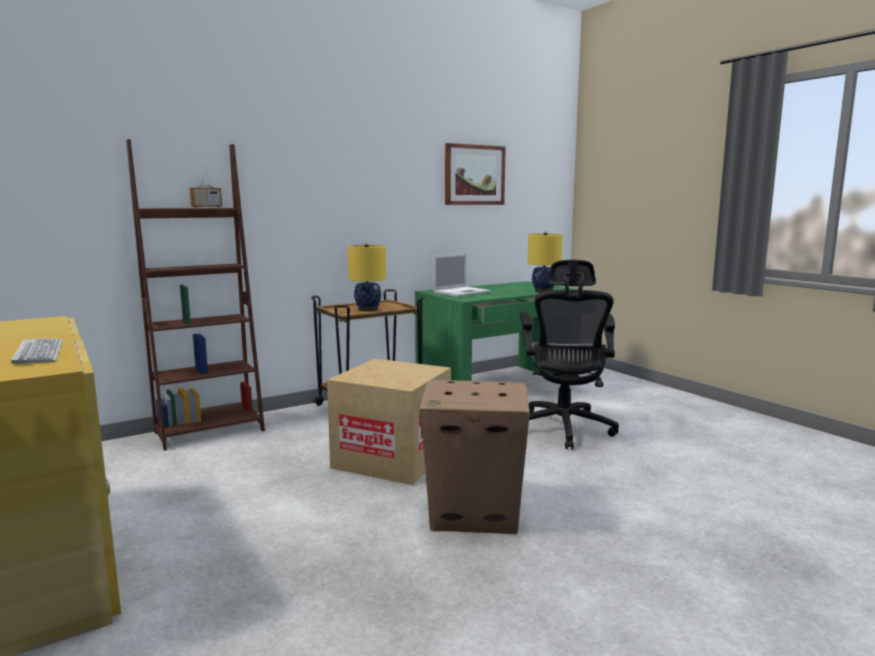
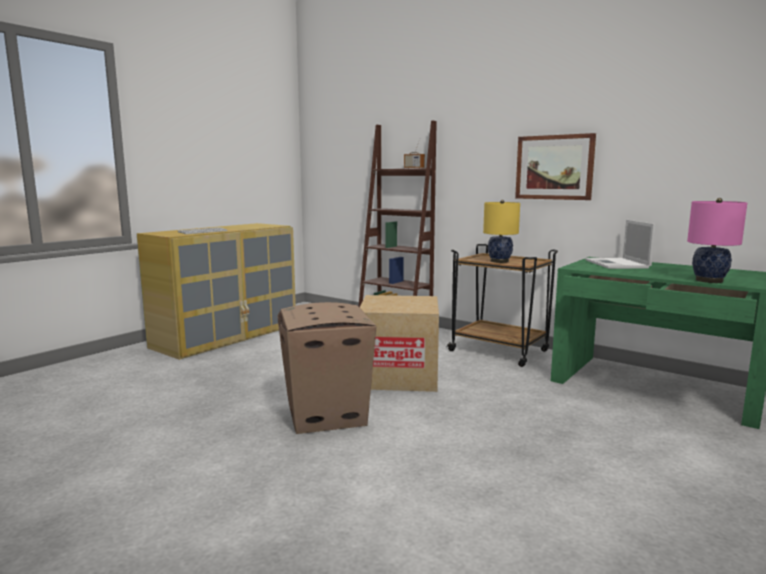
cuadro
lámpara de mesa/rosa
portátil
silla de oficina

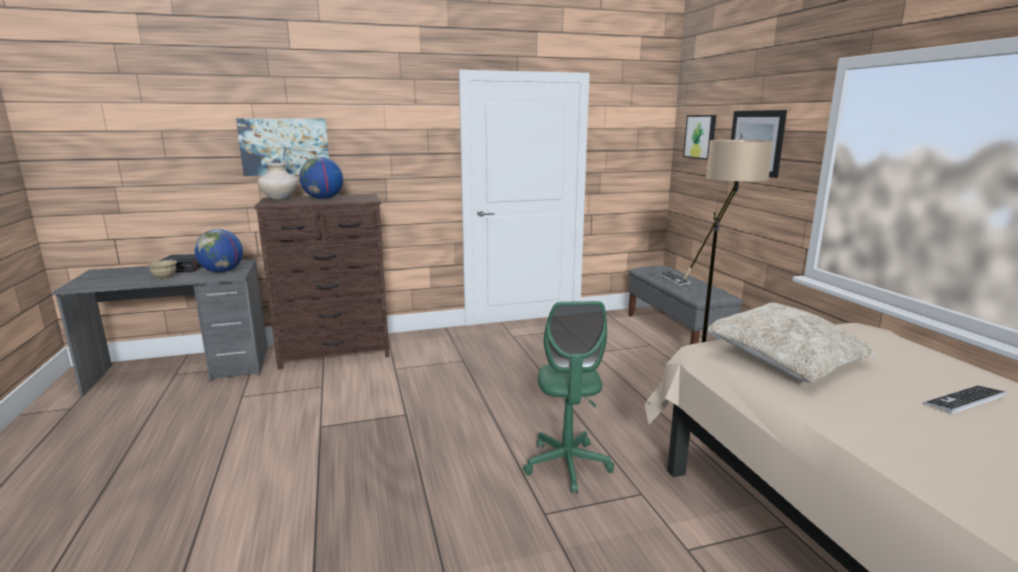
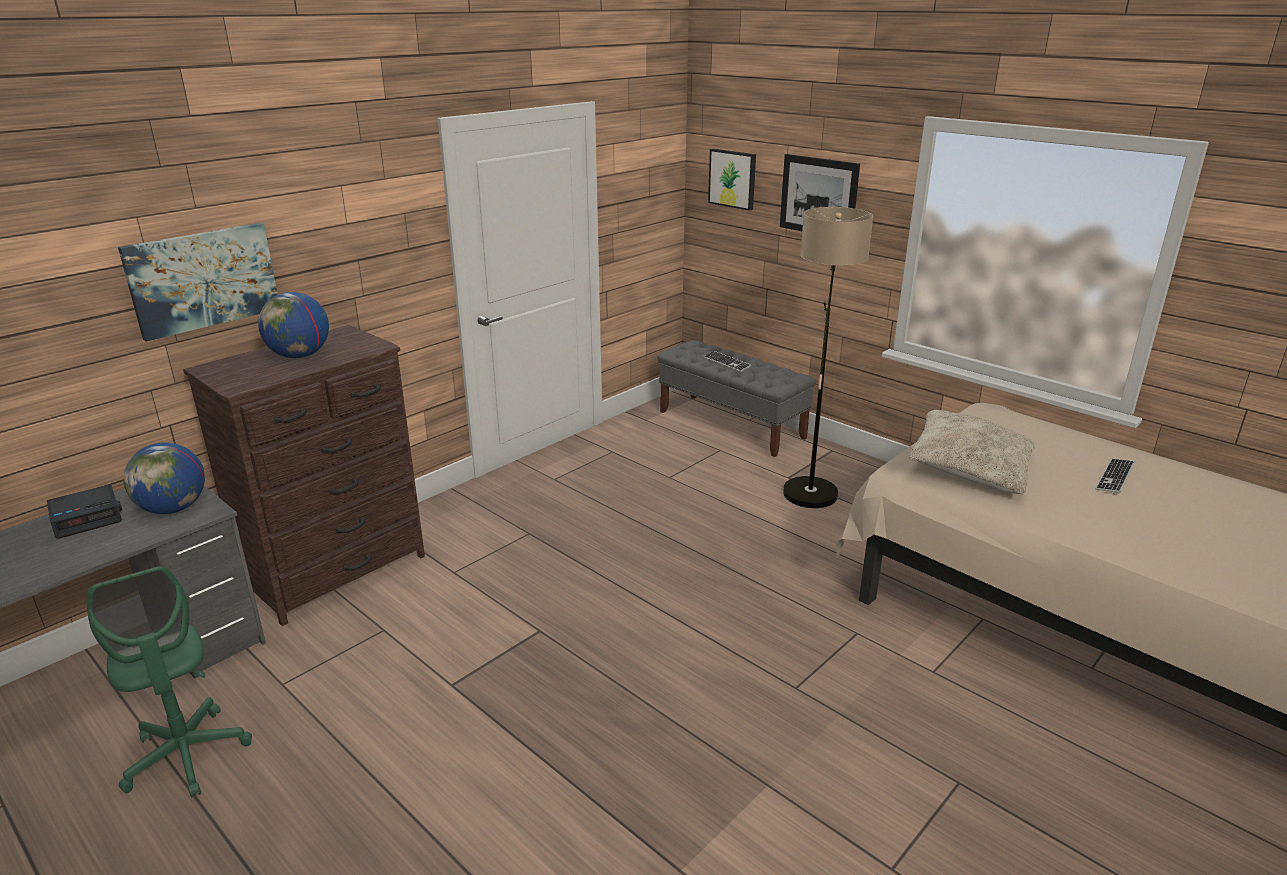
florero/beis
cuenco/beis
silla de oficina/verde

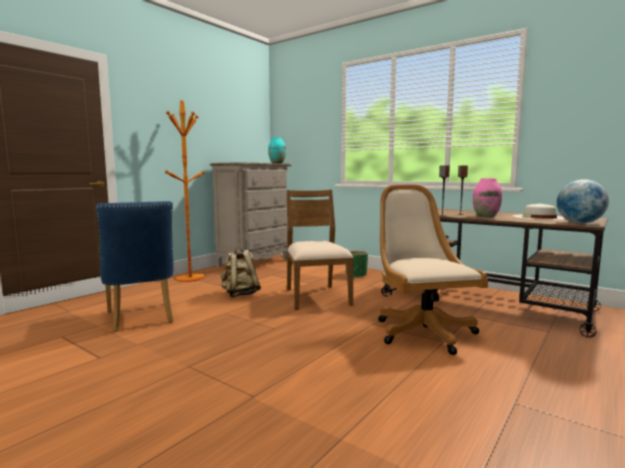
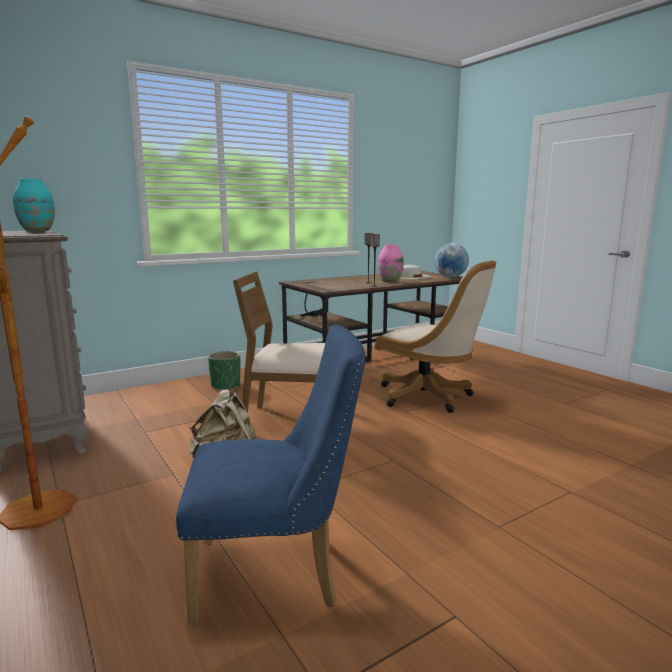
silla de oficina

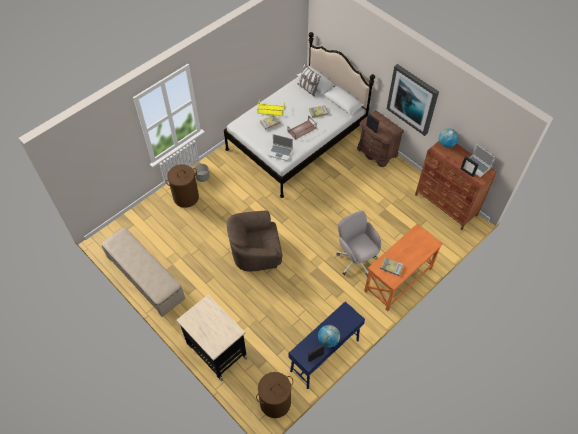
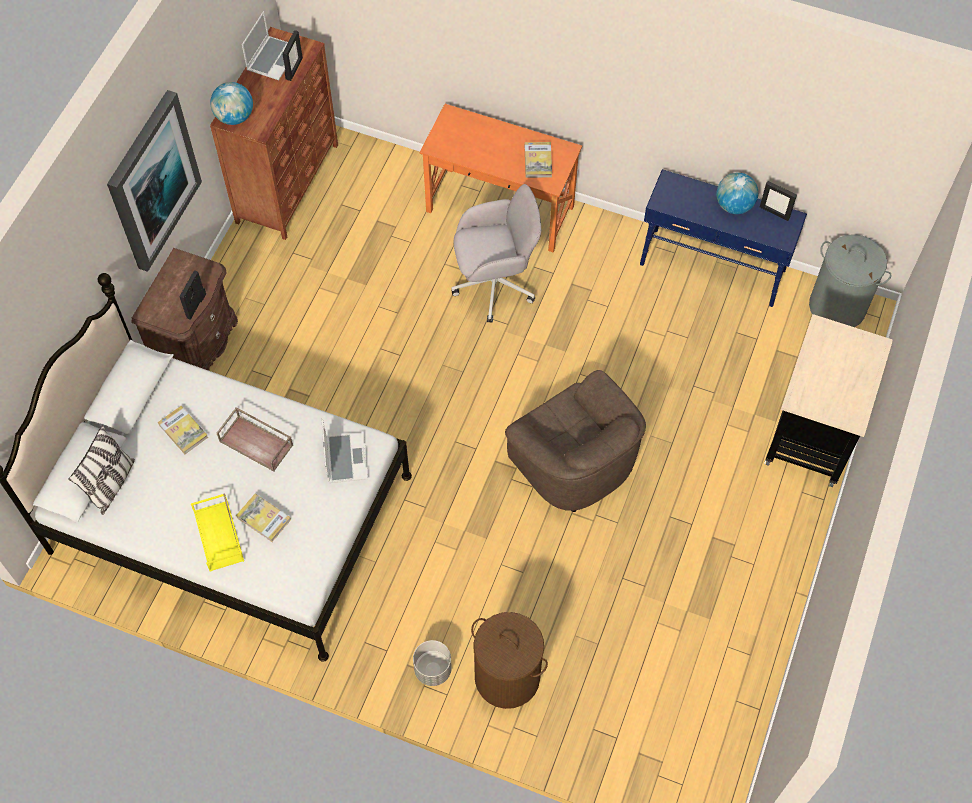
silla de oficina/gris
banco/beis
cesto de la ropa/gris

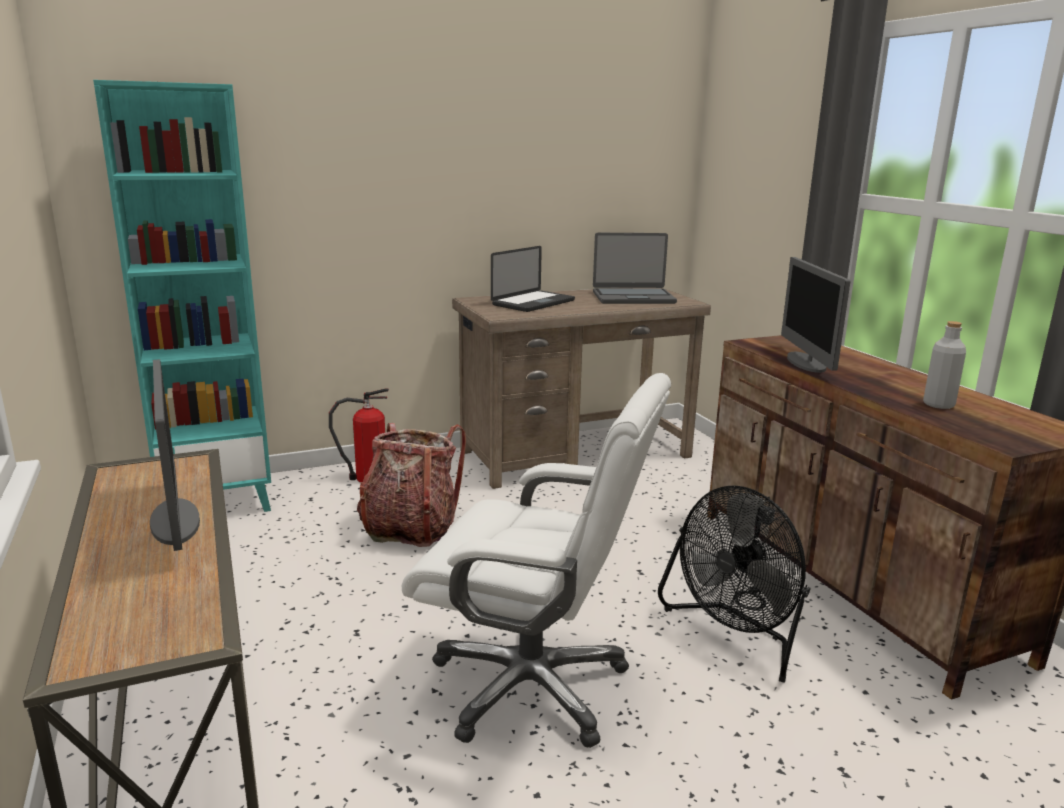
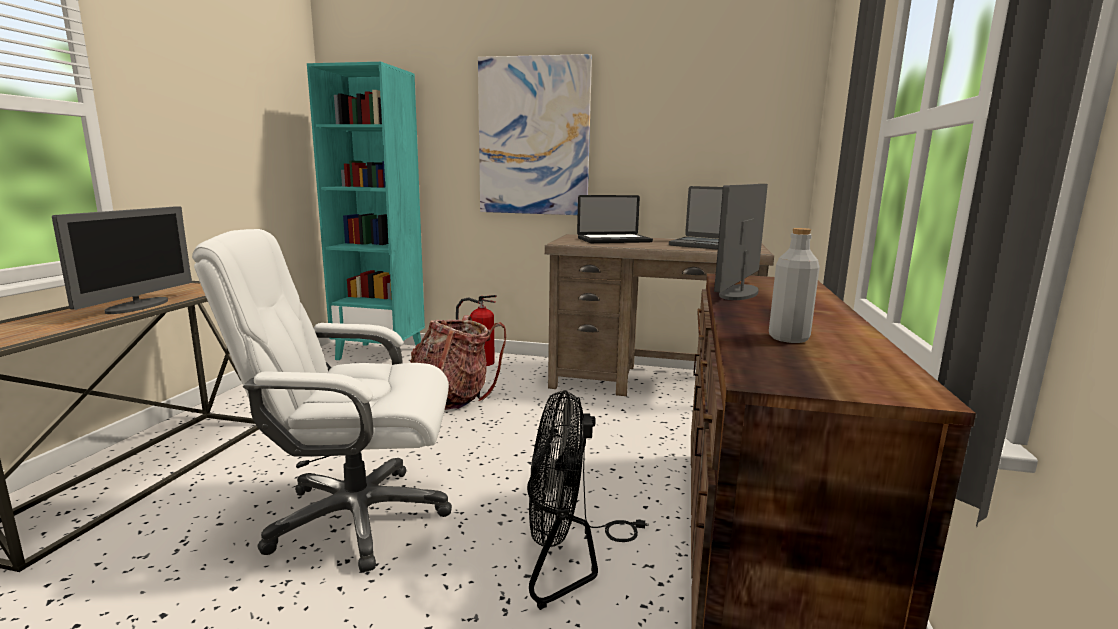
silla de oficina/blanco
cuadro

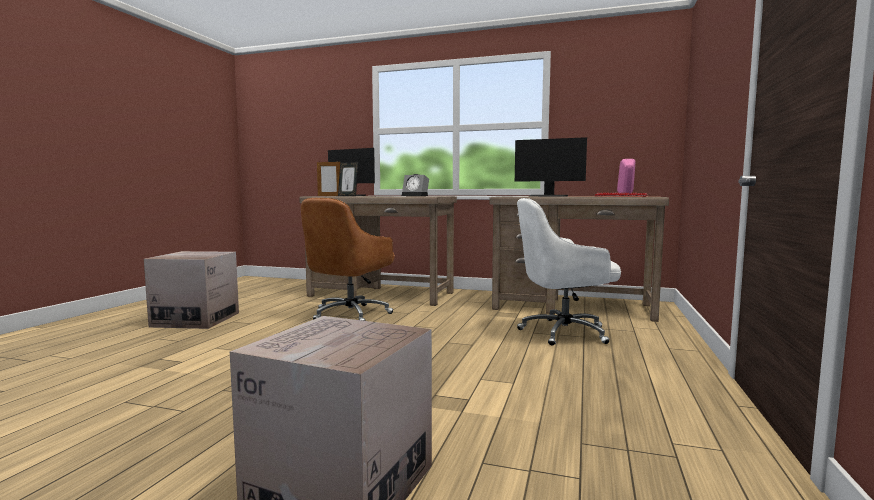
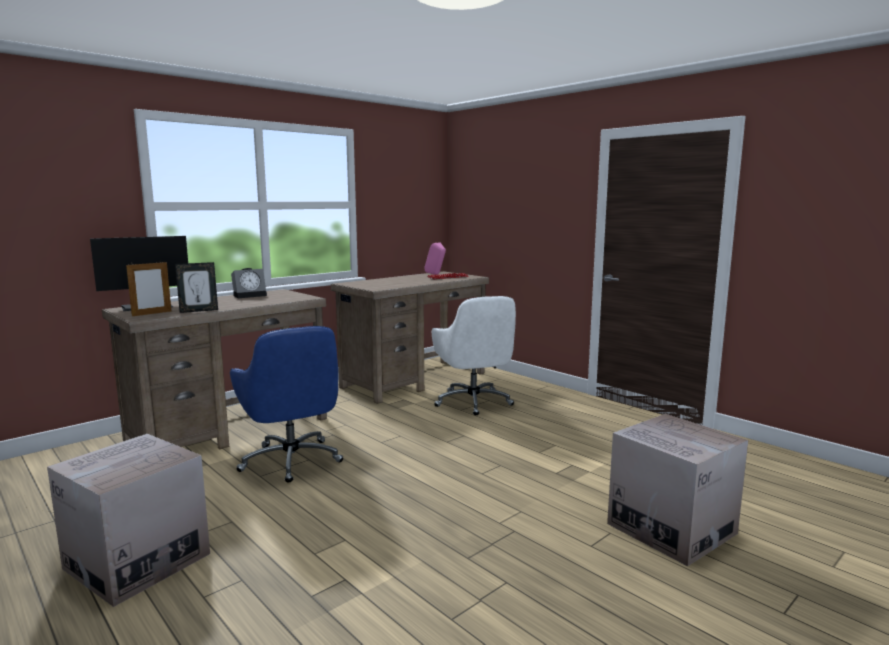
monitor (2nd from left in the first image)
silla de oficina/azul
silla de oficina/blanco

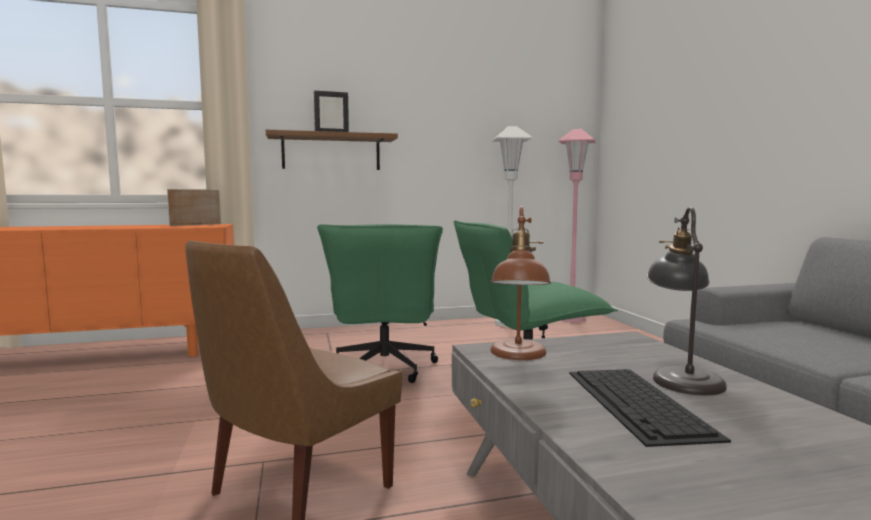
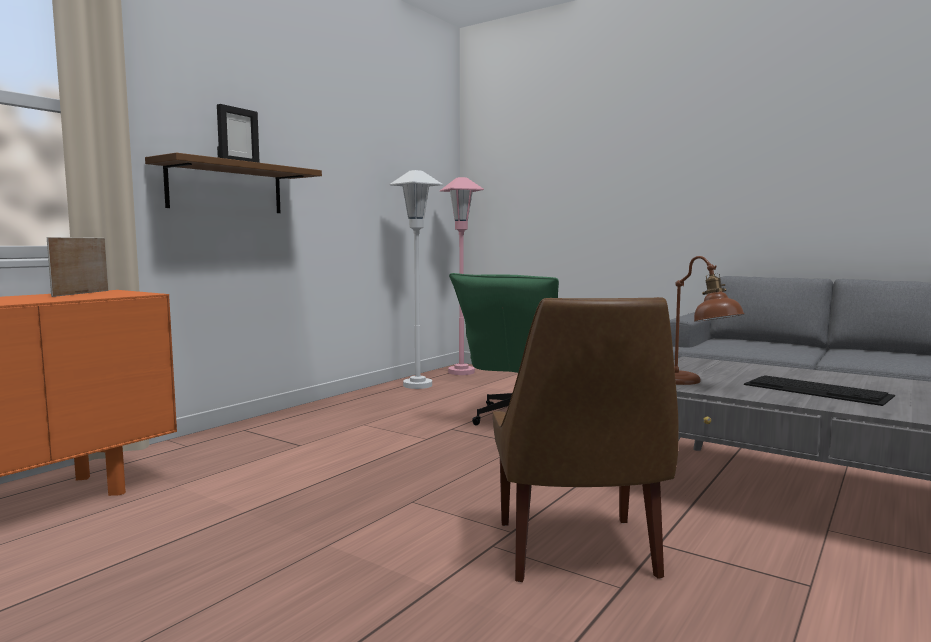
lámpara de mesa/gris
silla de oficina/verde (1st from left in the first image)

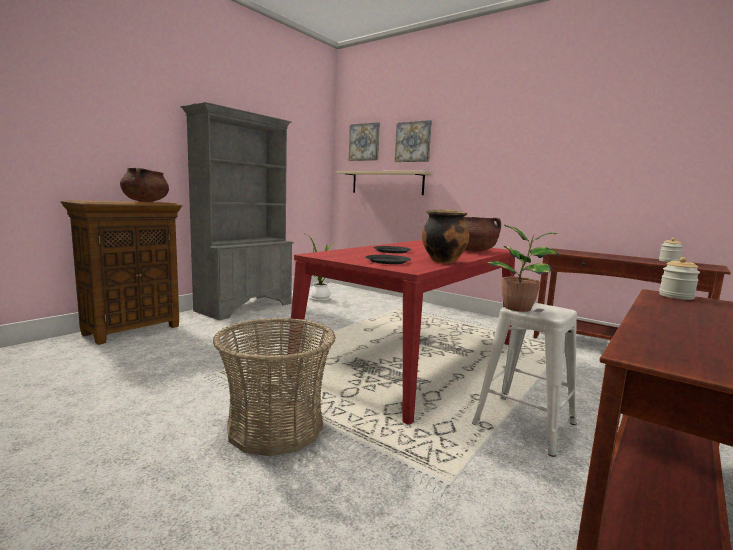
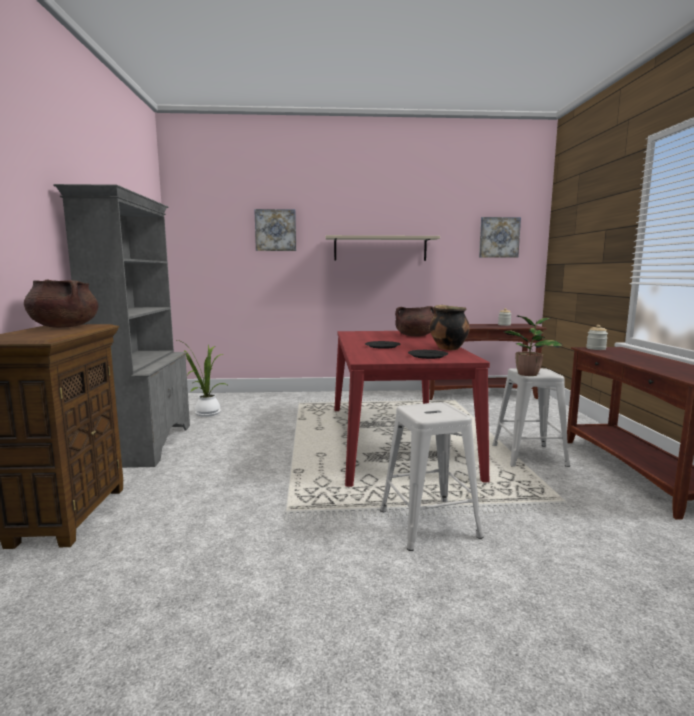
cuadro (2nd from left)
estante/beis
taburete/blanco (1st from left)

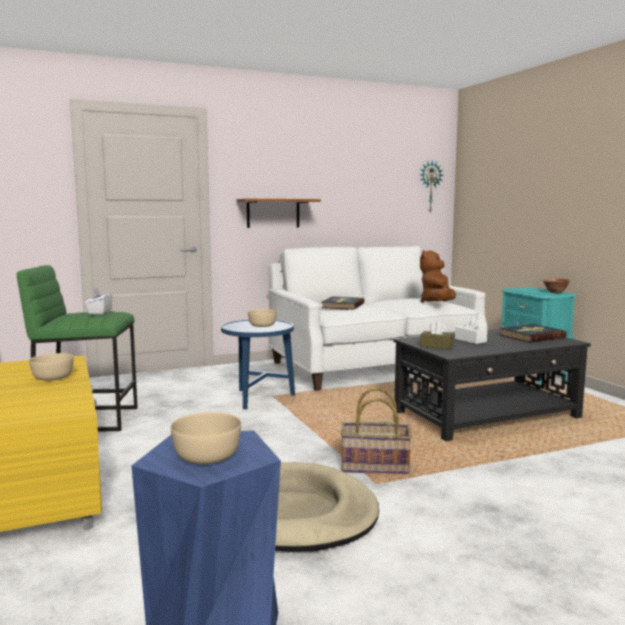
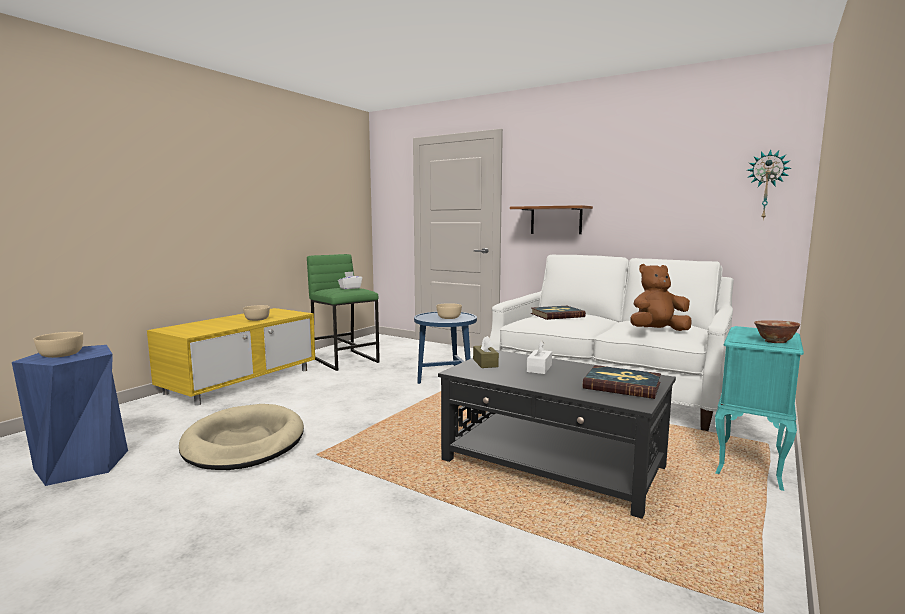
cesta

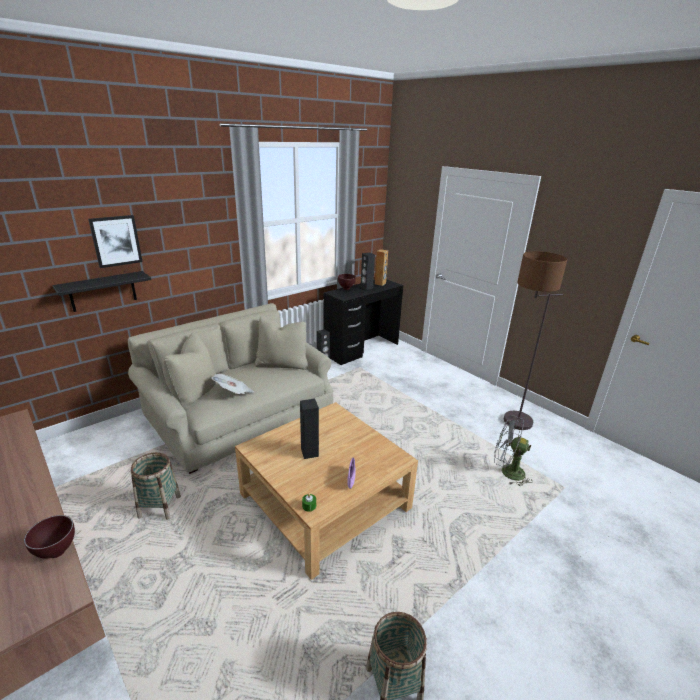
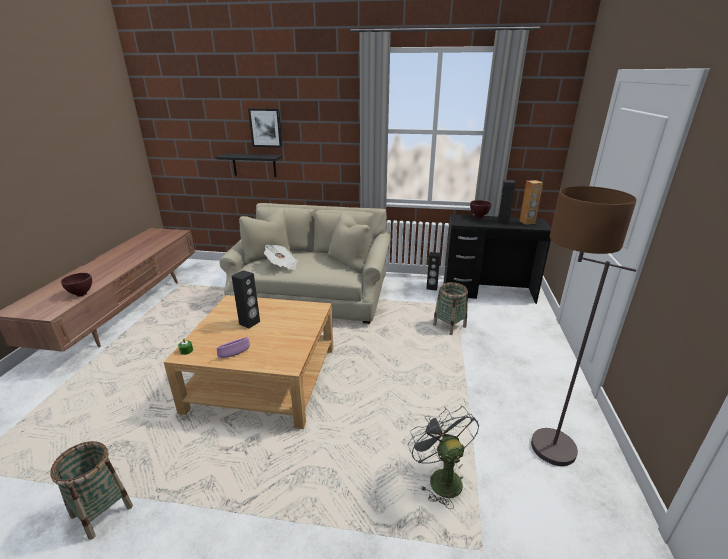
cesta (2nd from left)

